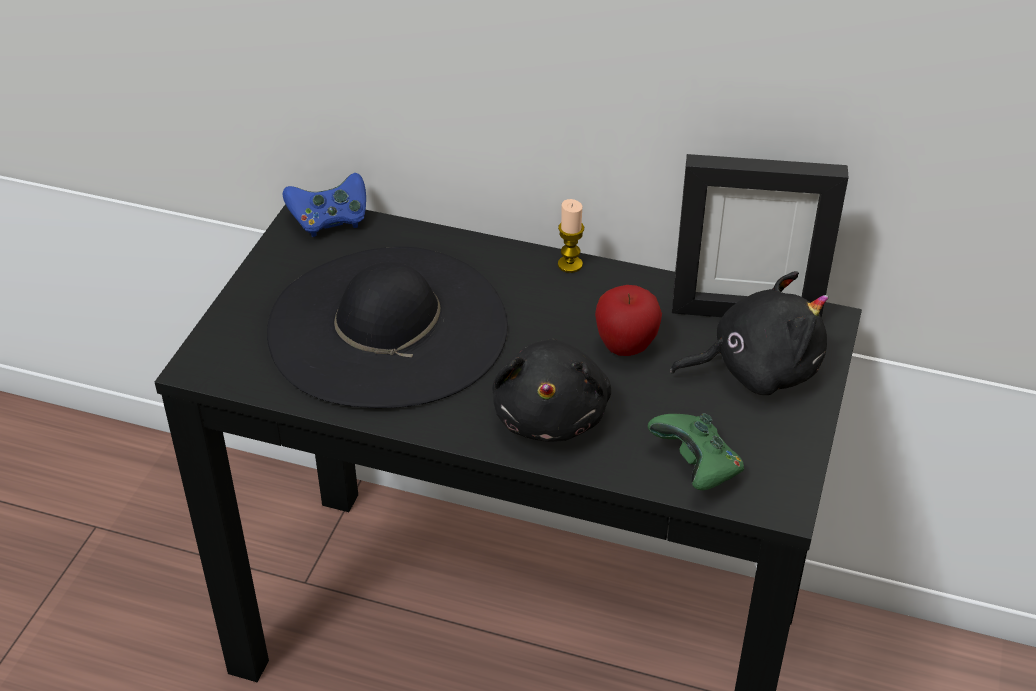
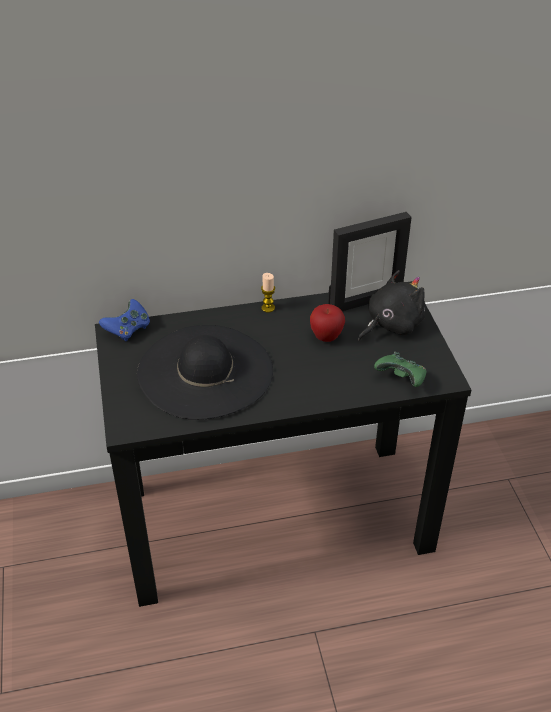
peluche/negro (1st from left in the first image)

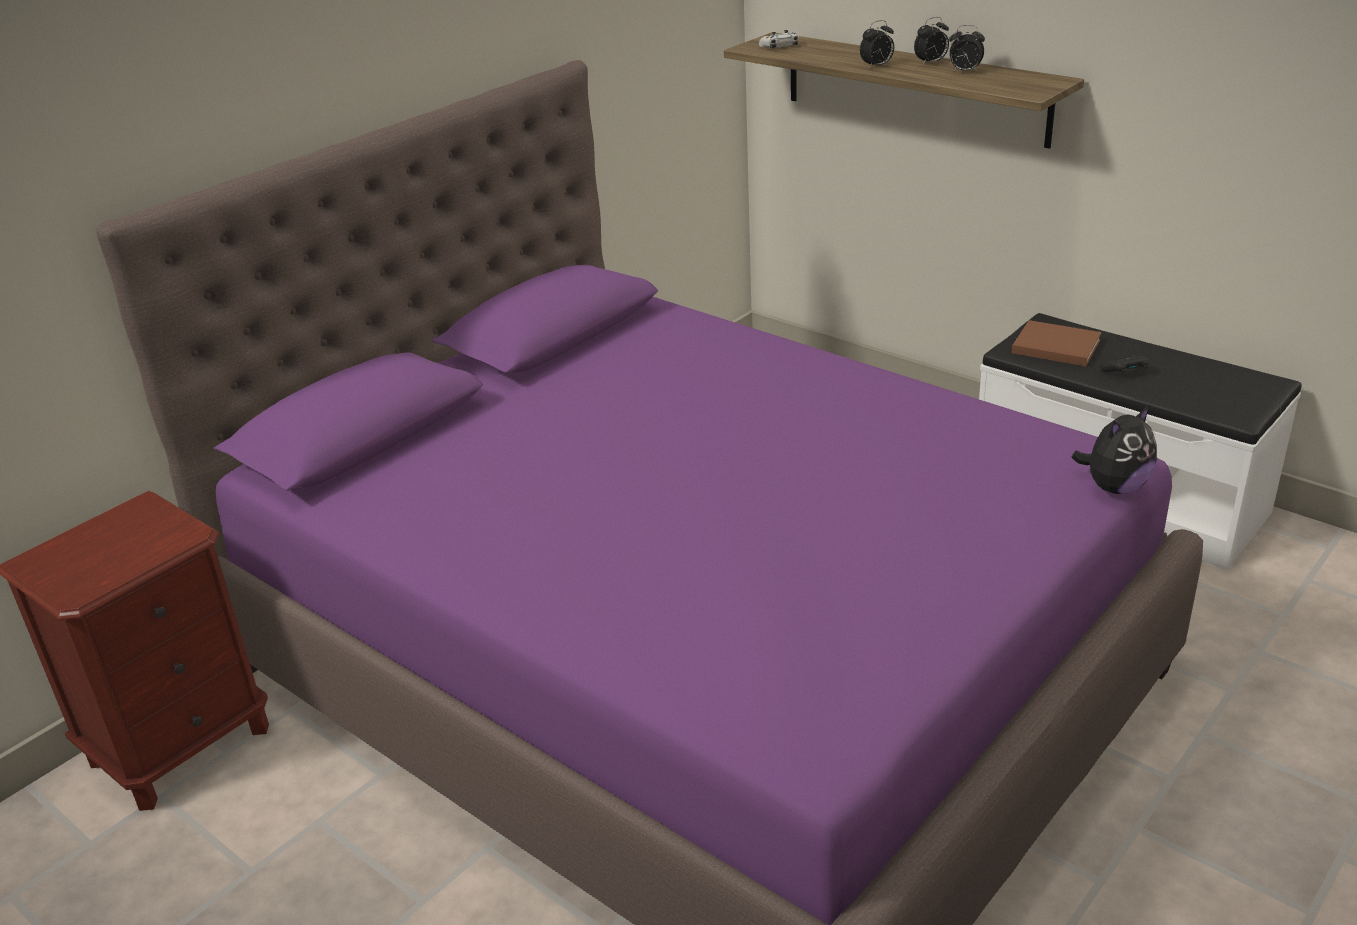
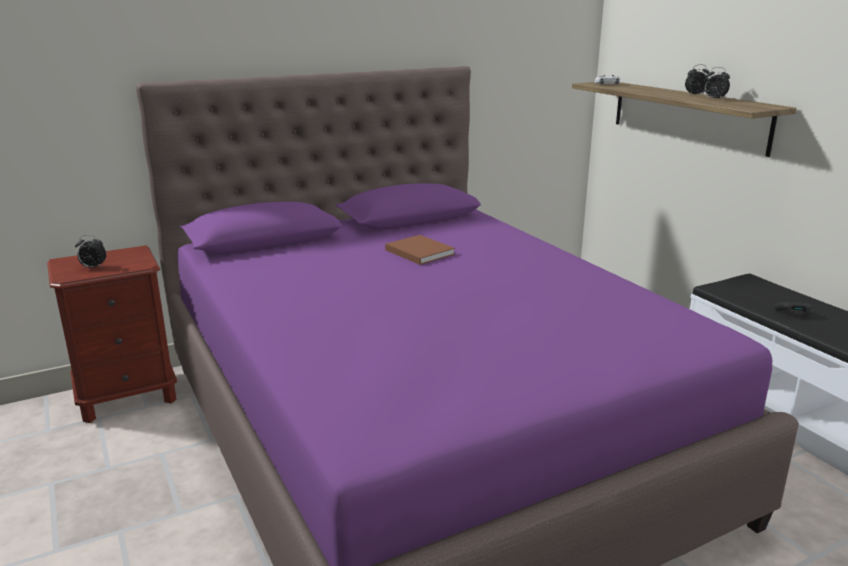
despertador (1st from left)
libro/marrón
peluche

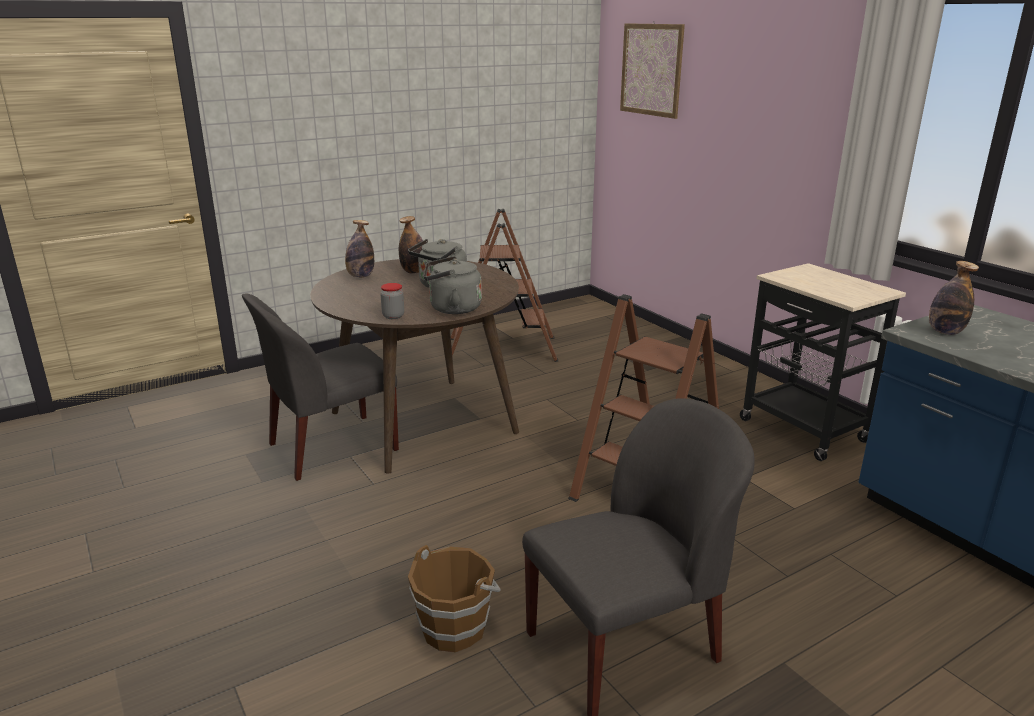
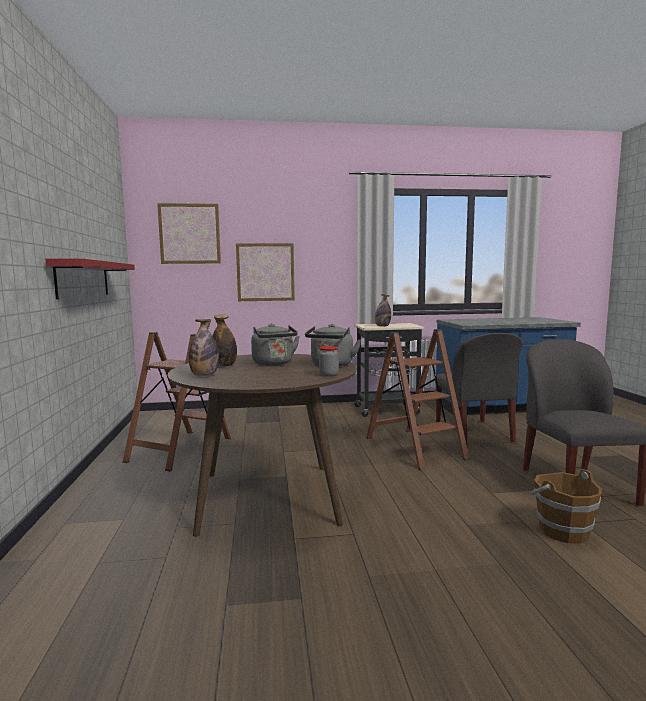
botella (3rd from left)
silla/gris (1st from left)
cuadro (2nd from left)
estante/rojo

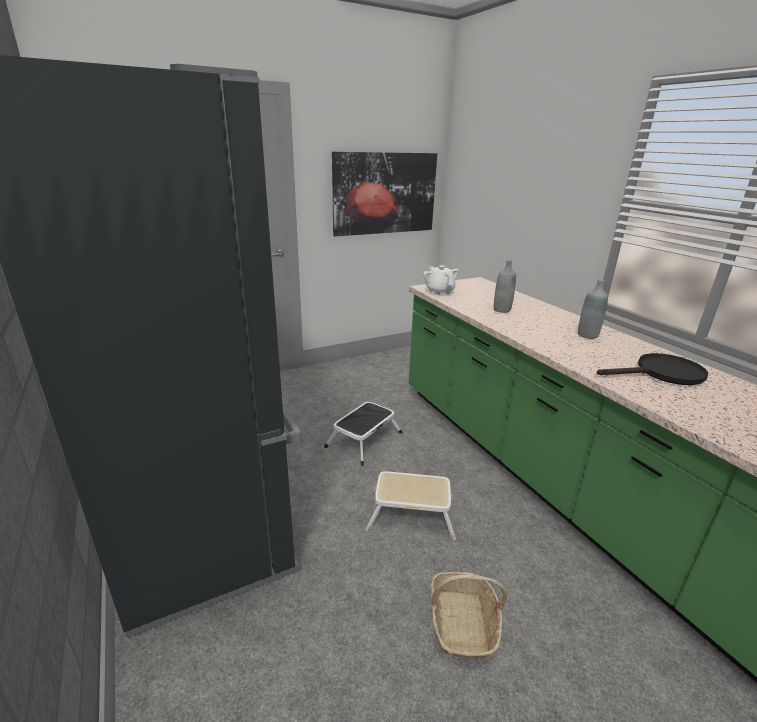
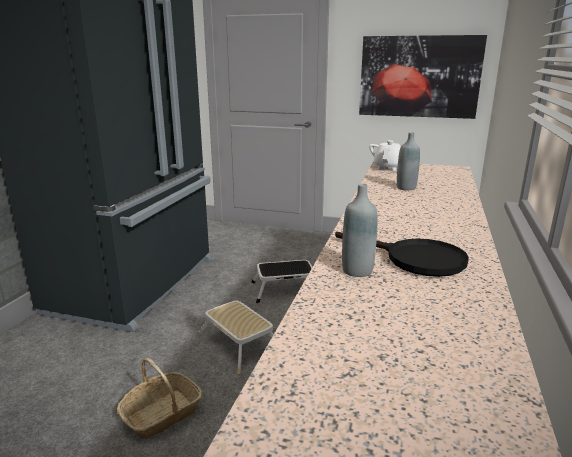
botella/gris (1st from left)

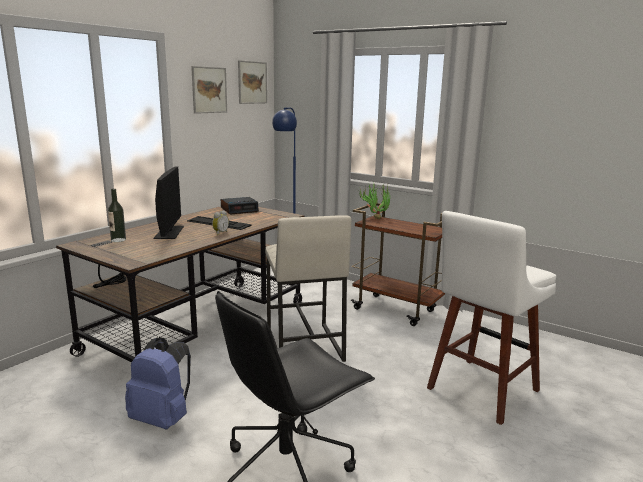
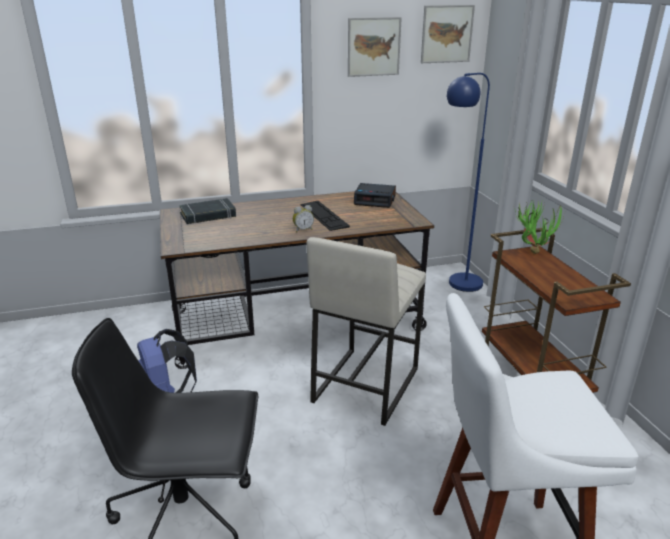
monitor
libro/negro

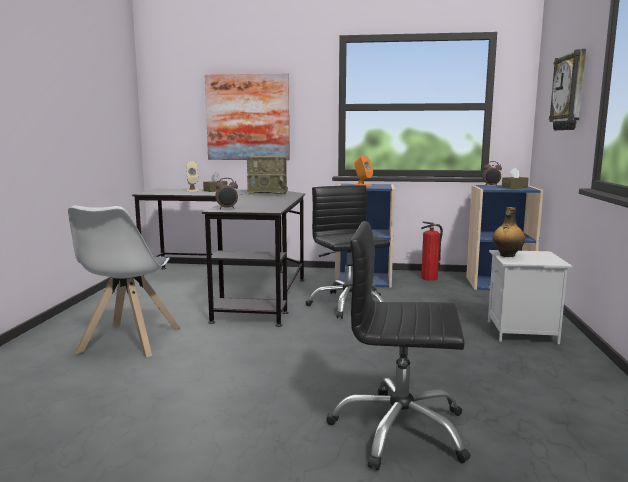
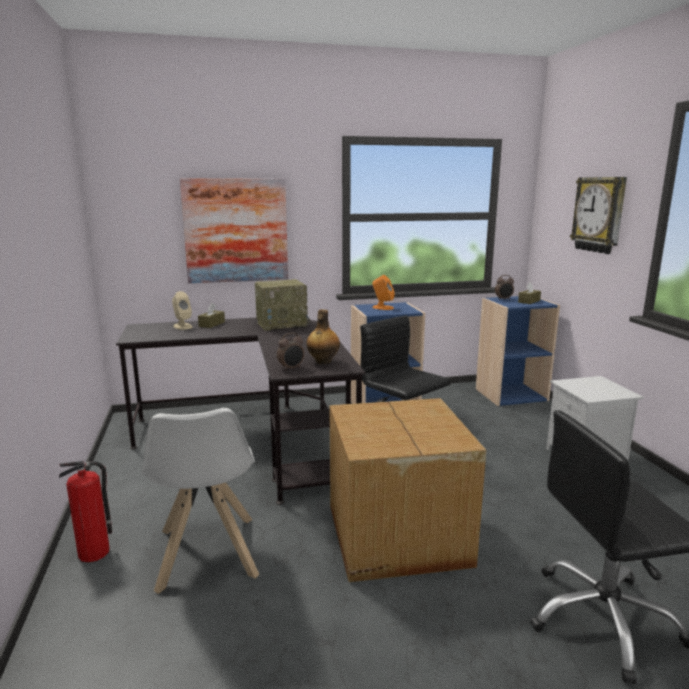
botella
extintor
caja de cartón

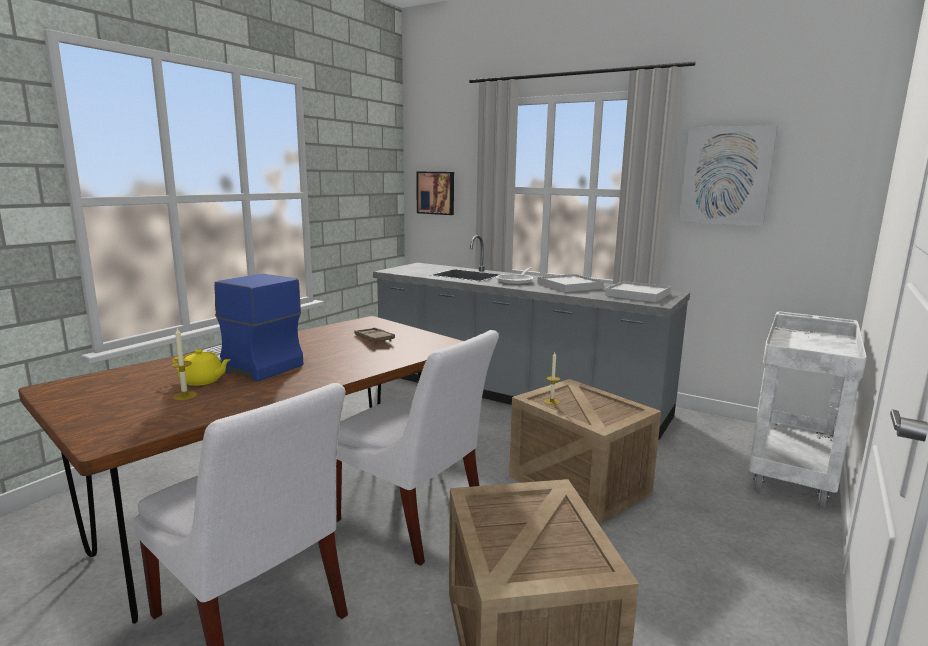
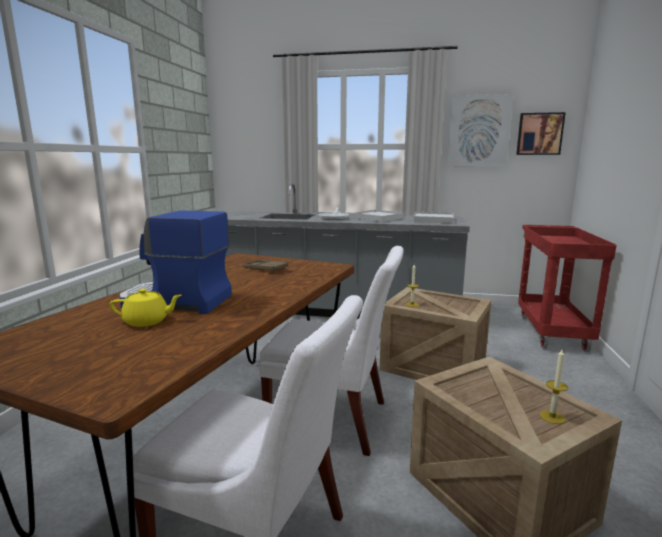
cuadro (2nd from left)
carrito/rojo
vela (2nd from left)

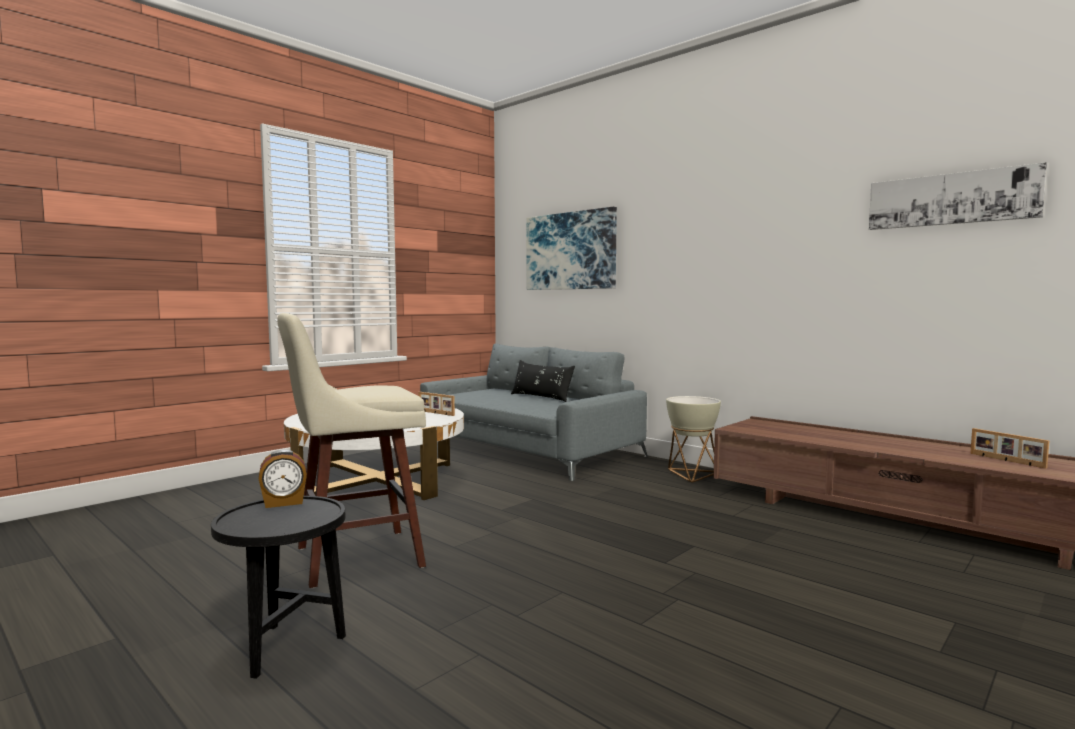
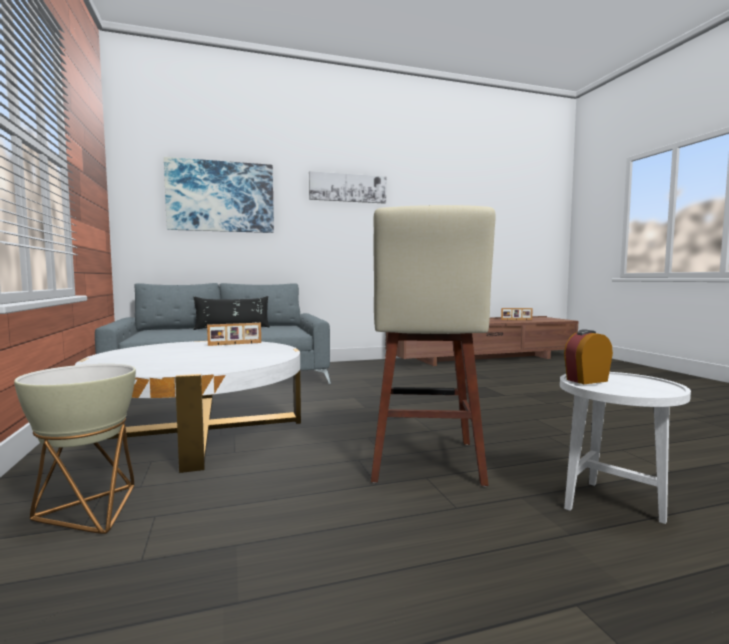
cuadro (2nd from left)
maceta
despertador
mesa auxiliar/blanco

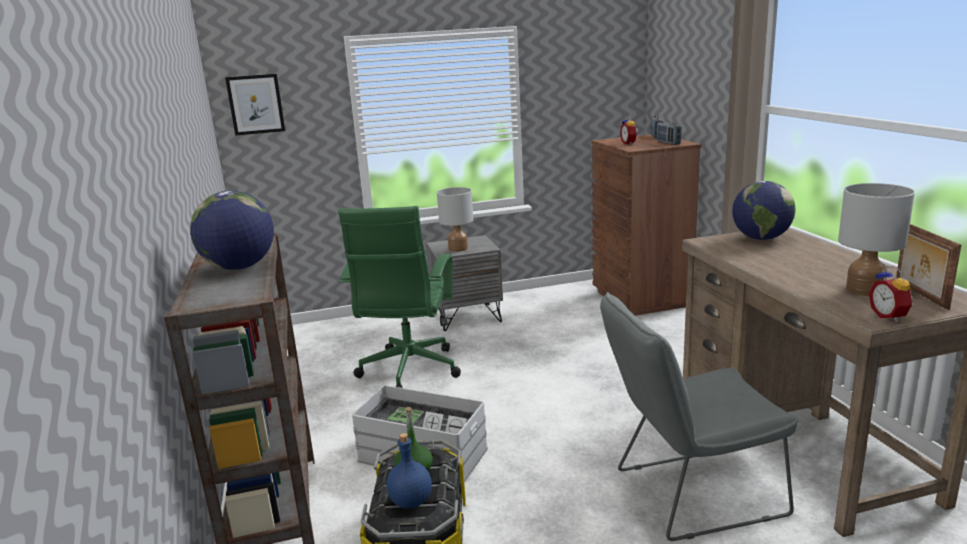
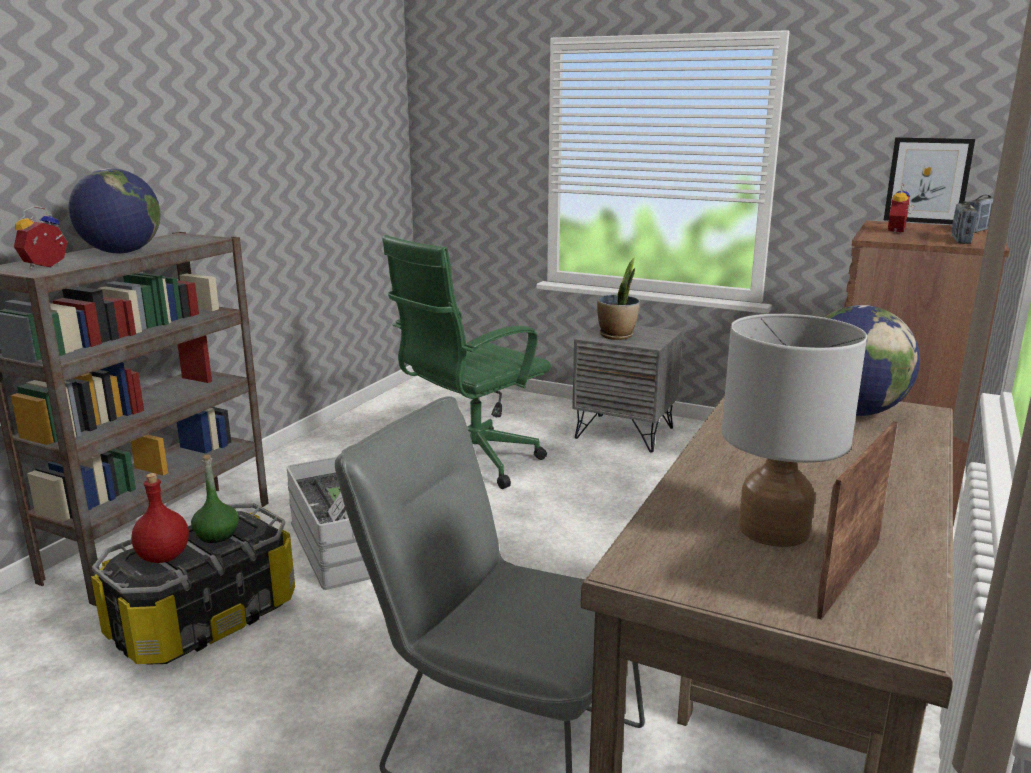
cuadro
planta en maceta
despertador (1st from left)
botella/rojo

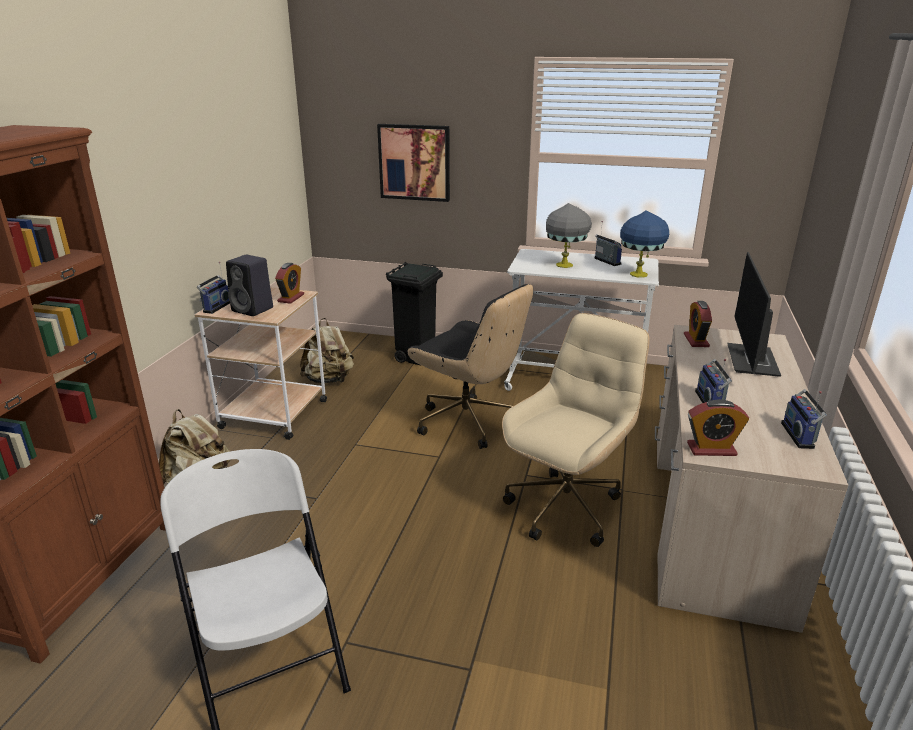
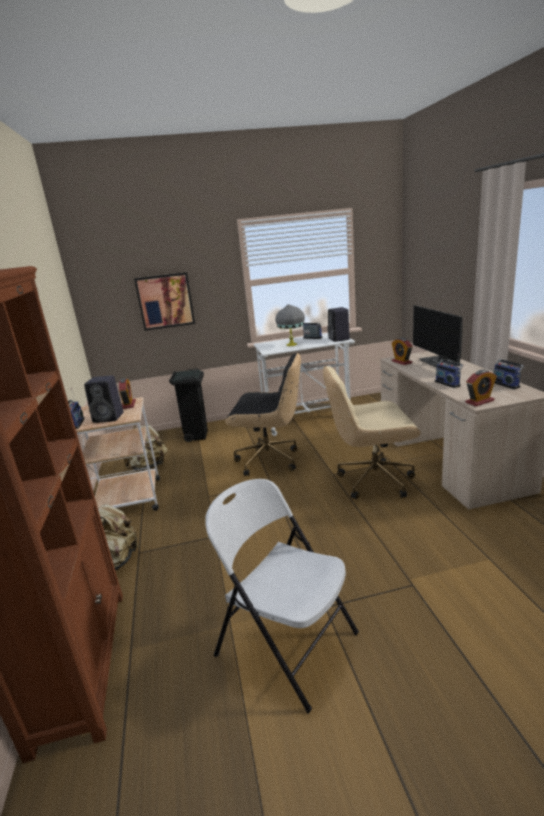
altavoz/negro (2nd from left)
silla de oficina/beis

